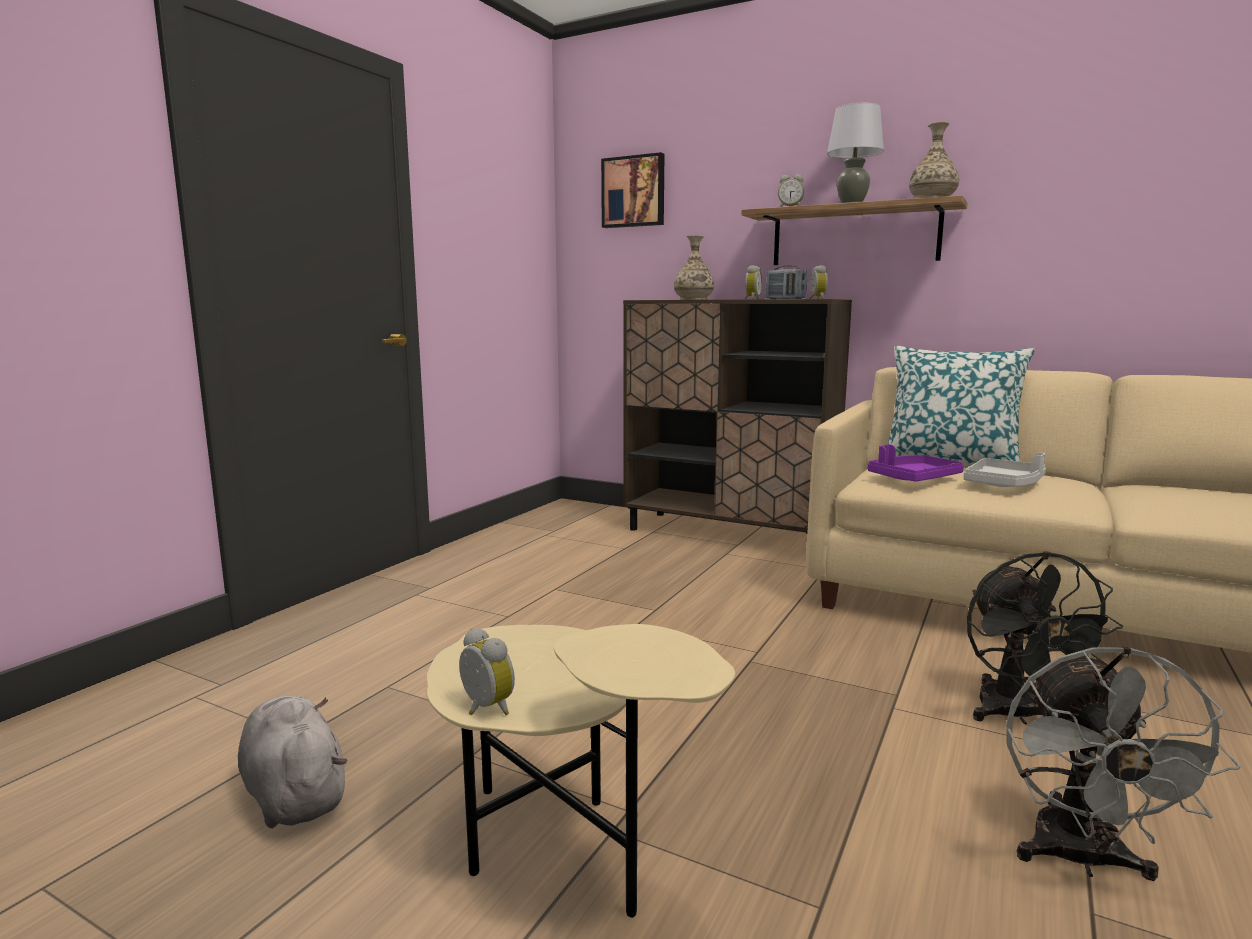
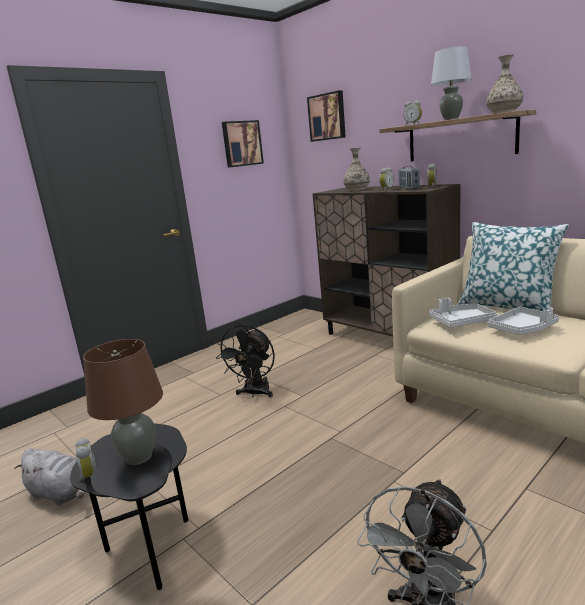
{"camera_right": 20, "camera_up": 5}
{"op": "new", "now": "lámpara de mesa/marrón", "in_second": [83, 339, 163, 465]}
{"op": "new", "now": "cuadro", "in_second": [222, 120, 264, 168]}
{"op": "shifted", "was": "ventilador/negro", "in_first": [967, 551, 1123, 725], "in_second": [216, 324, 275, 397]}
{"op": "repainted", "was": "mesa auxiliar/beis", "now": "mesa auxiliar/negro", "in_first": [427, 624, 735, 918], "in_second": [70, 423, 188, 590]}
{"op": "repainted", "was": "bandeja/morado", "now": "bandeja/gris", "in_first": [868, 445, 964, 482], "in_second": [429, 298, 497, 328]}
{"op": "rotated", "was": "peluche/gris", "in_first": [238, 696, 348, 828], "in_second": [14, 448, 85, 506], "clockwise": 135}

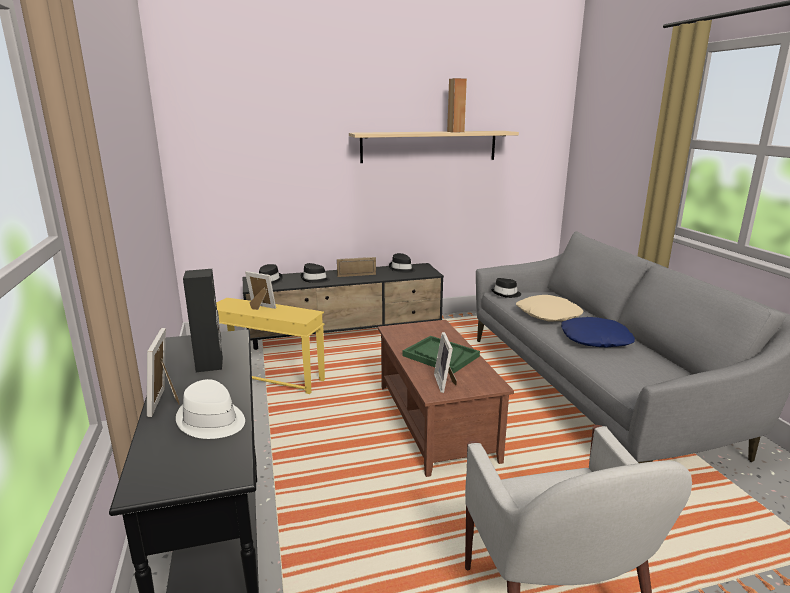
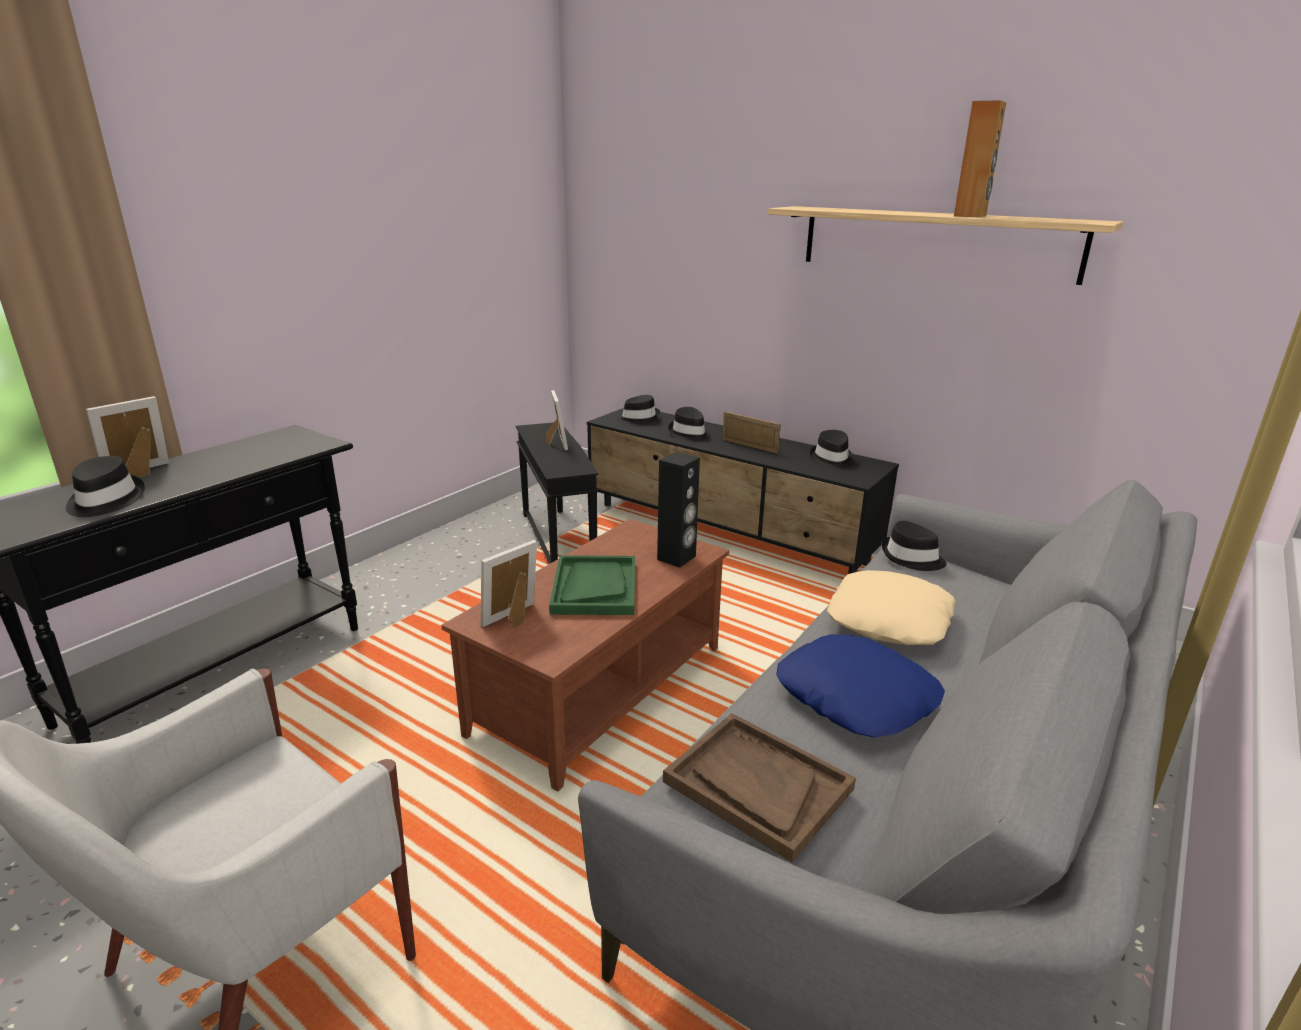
{"camera_right": 50, "camera_up": 5}
{"op": "new", "now": "bandeja/marrón", "in_second": [663, 713, 856, 862]}
{"op": "shifted", "was": "altavoz/negro", "in_first": [183, 269, 223, 372], "in_second": [657, 452, 700, 568]}
{"op": "repainted", "was": "sombrero/blanco", "now": "sombrero/negro", "in_first": [176, 379, 245, 439], "in_second": [66, 456, 145, 517]}
{"op": "repainted", "was": "mesa auxiliar/amarillo", "now": "mesa auxiliar/negro", "in_first": [216, 298, 325, 394], "in_second": [516, 422, 599, 564]}

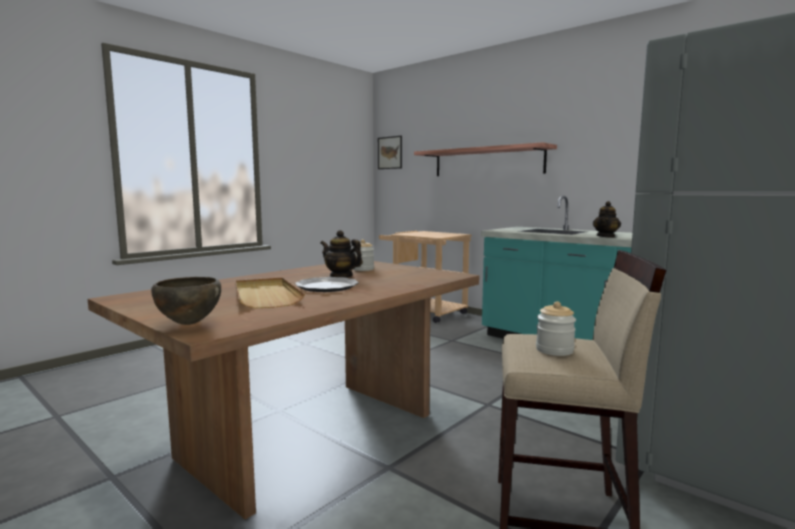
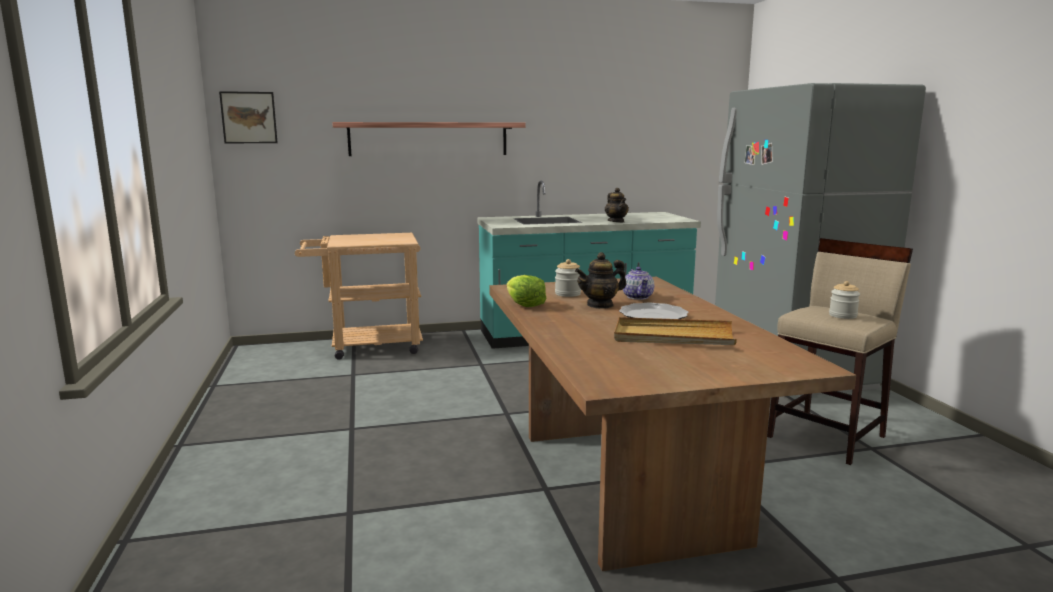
{"camera_right": -55, "camera_up": 5}
{"op": "gone", "was": "cuenco/marrón", "in_first": [151, 277, 221, 325]}
{"op": "new", "now": "lechuga", "in_second": [507, 275, 546, 307]}
{"op": "new", "now": "tetera", "in_second": [623, 267, 654, 300]}

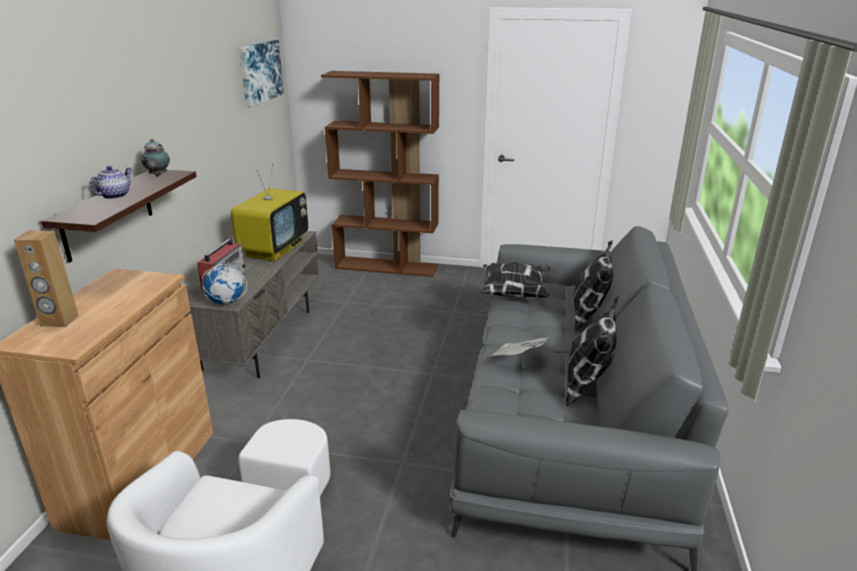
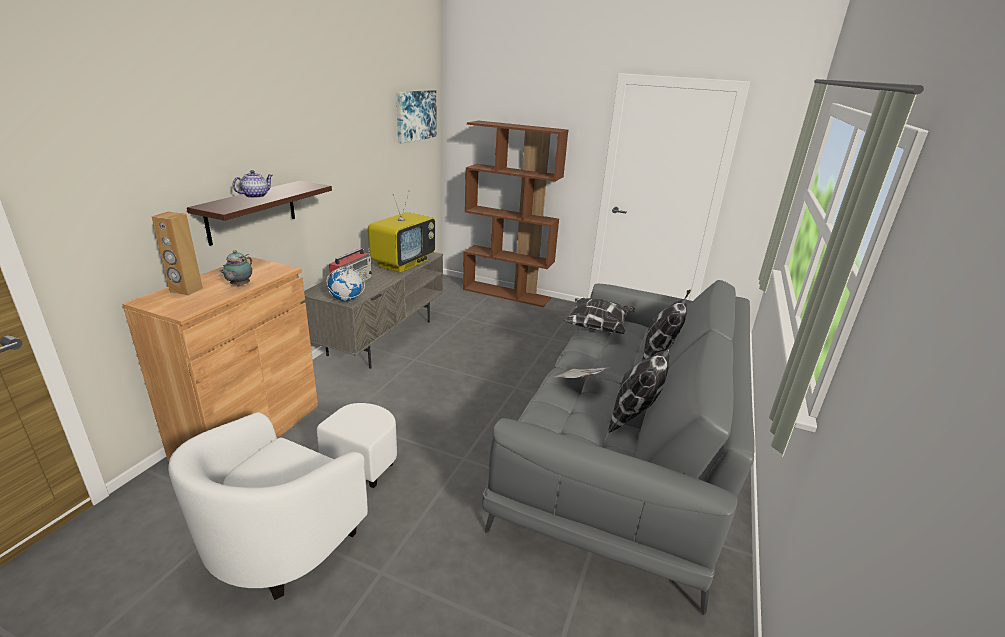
{"camera_right": 10, "camera_up": 0}
{"op": "shifted", "was": "tetera", "in_first": [141, 139, 170, 177], "in_second": [219, 250, 252, 287]}

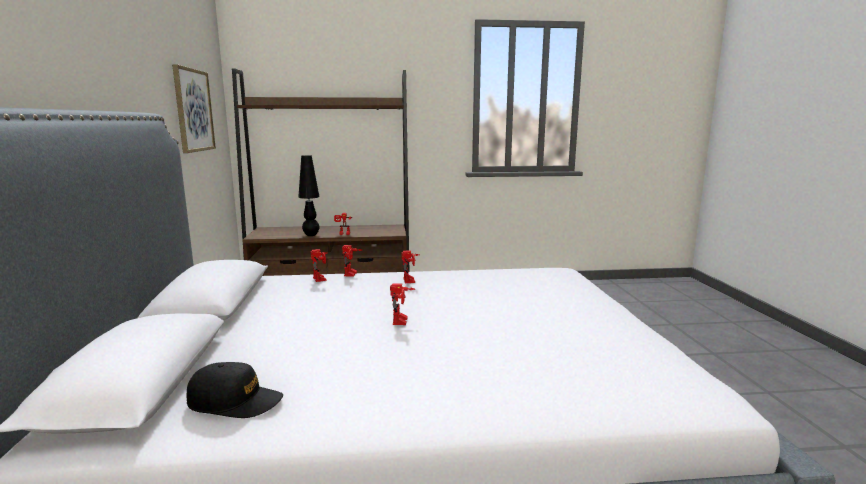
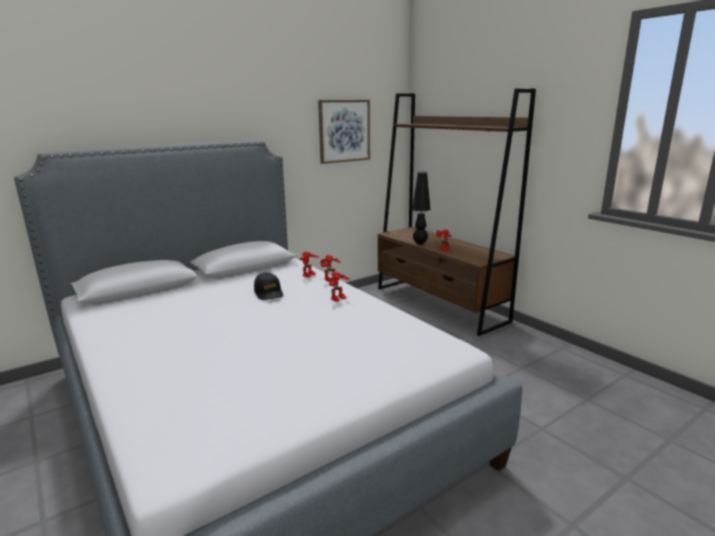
{"camera_right": 60, "camera_up": 5}
{"op": "gone", "was": "robot de juguete", "in_first": [390, 283, 415, 325]}
{"op": "shifted", "was": "gorra/negro", "in_first": [187, 362, 283, 418], "in_second": [254, 272, 283, 300]}

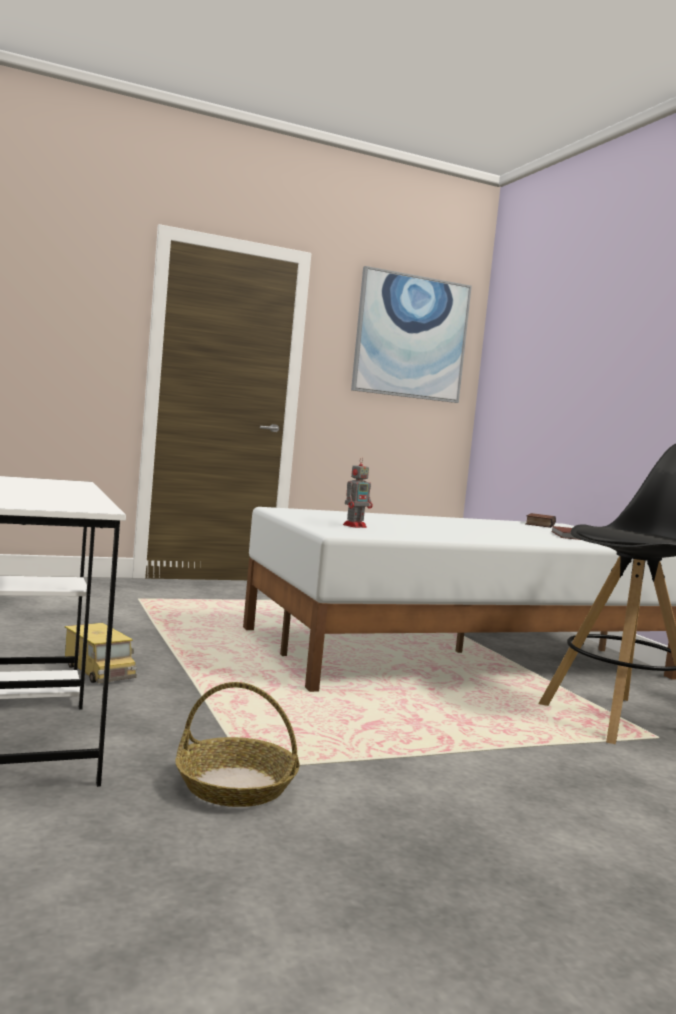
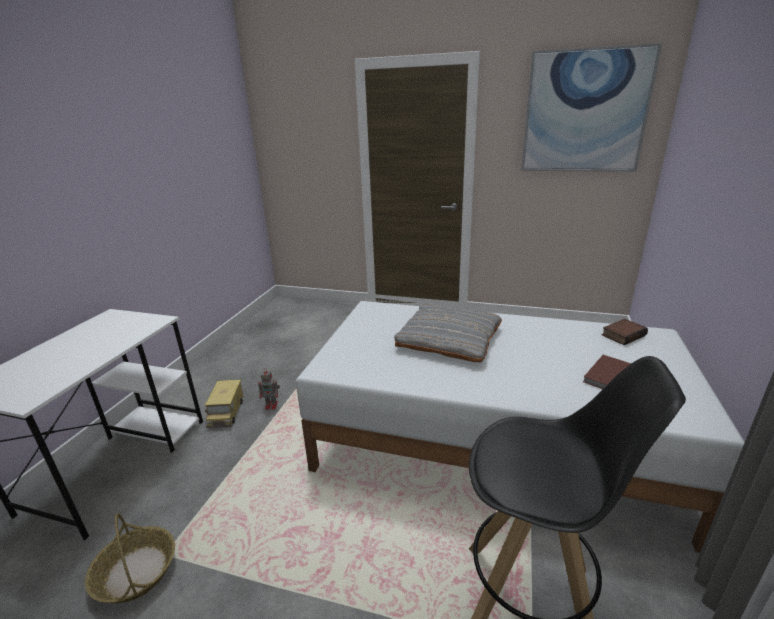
{"camera_right": 40, "camera_up": 20}
{"op": "new", "now": "cojín/gris", "in_second": [394, 303, 502, 362]}
{"op": "shifted", "was": "robot de juguete", "in_first": [343, 457, 373, 528], "in_second": [258, 369, 280, 410]}

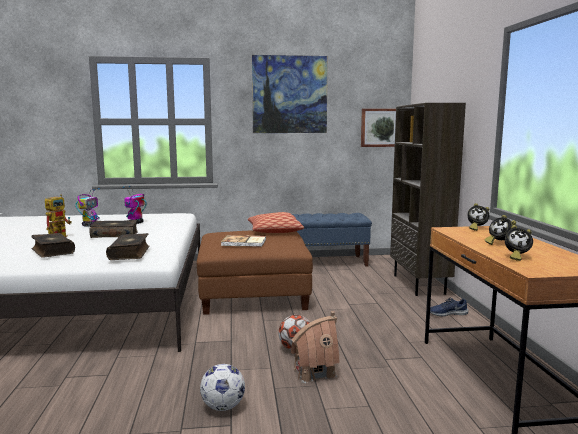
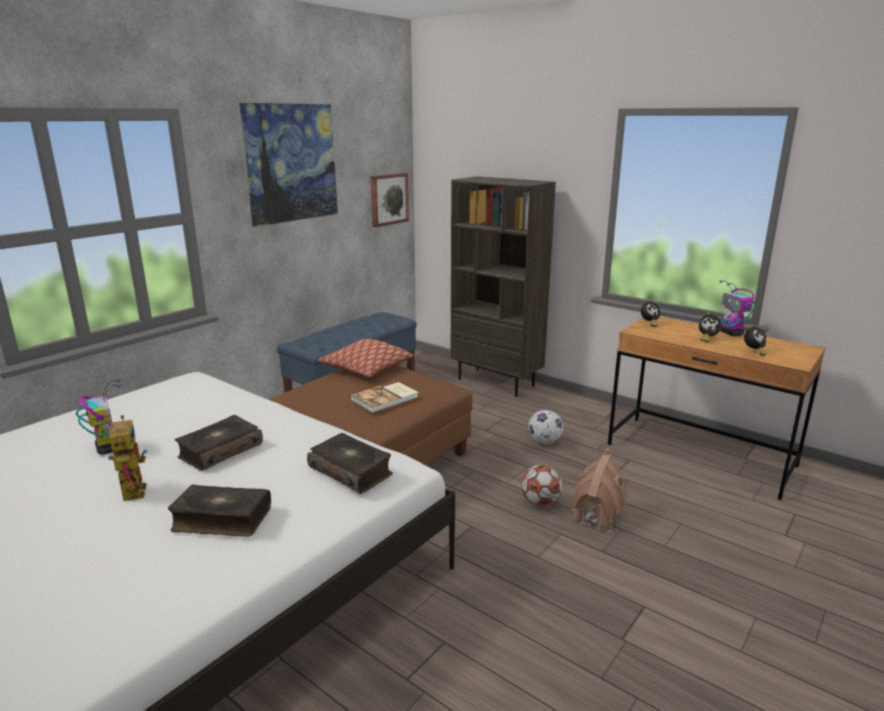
{"camera_right": -45, "camera_up": 10}
{"op": "gone", "was": "zapato/azul", "in_first": [430, 297, 468, 317]}
{"op": "shifted", "was": "robot de juguete", "in_first": [123, 186, 146, 224], "in_second": [719, 280, 755, 336]}
{"op": "shifted", "was": "balón de fútbol", "in_first": [200, 364, 245, 411], "in_second": [528, 410, 563, 444]}

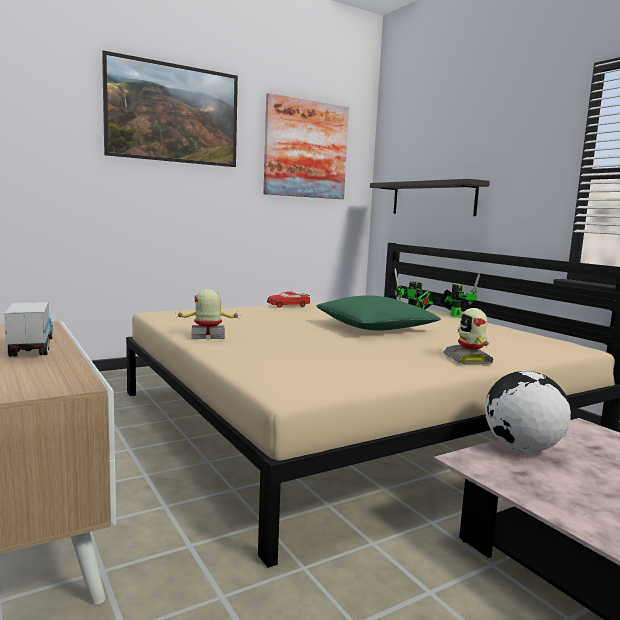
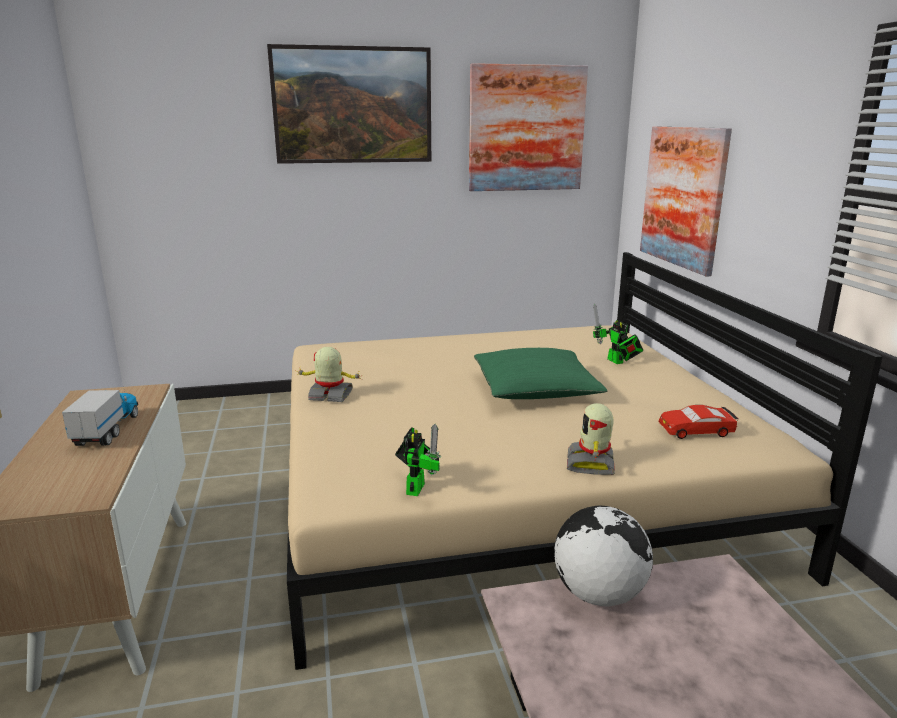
{"camera_right": 20, "camera_up": 10}
{"op": "shifted", "was": "coche de juguete/rojo", "in_first": [267, 292, 310, 308], "in_second": [659, 405, 738, 439]}
{"op": "shifted", "was": "robot de juguete", "in_first": [438, 273, 480, 318], "in_second": [395, 424, 441, 496]}
{"op": "swapped", "was": "estante", "now": "cuadro", "in_first": [370, 179, 490, 216], "in_second": [640, 127, 732, 277]}

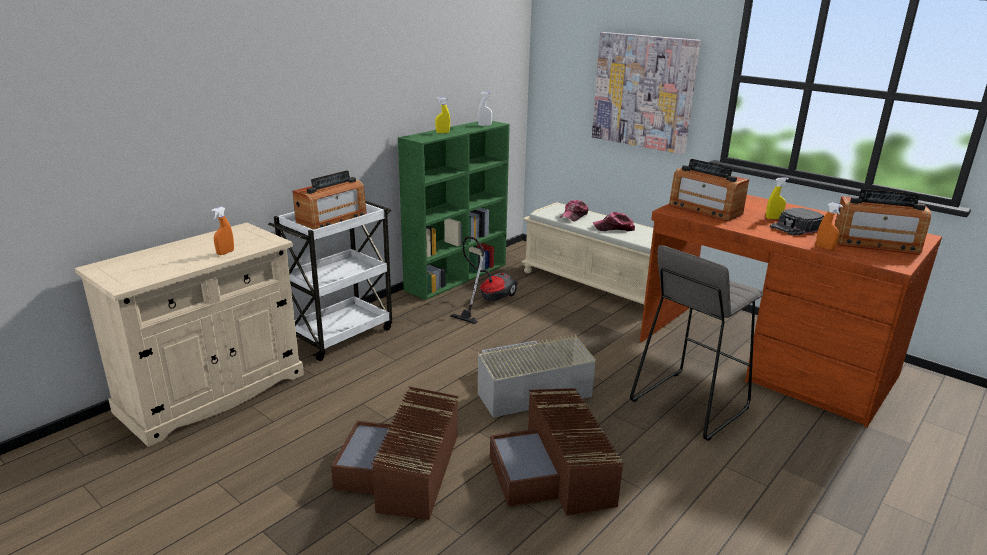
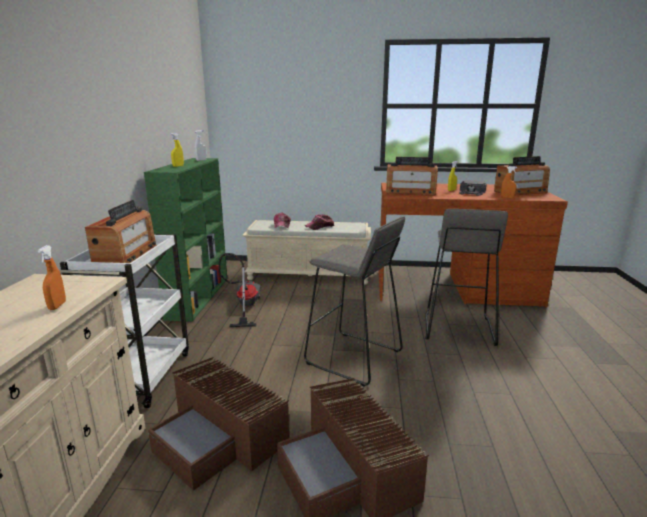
{"camera_right": -35, "camera_up": -5}
{"op": "gone", "was": "cuadro", "in_first": [592, 32, 700, 154]}
{"op": "shifted", "was": "caja de almacenaje/marrón", "in_first": [490, 388, 624, 516], "in_second": [148, 357, 289, 491]}
{"op": "swapped", "was": "caja de almacenaje/gris", "now": "taburete/gris", "in_first": [478, 335, 596, 418], "in_second": [304, 216, 405, 387]}

